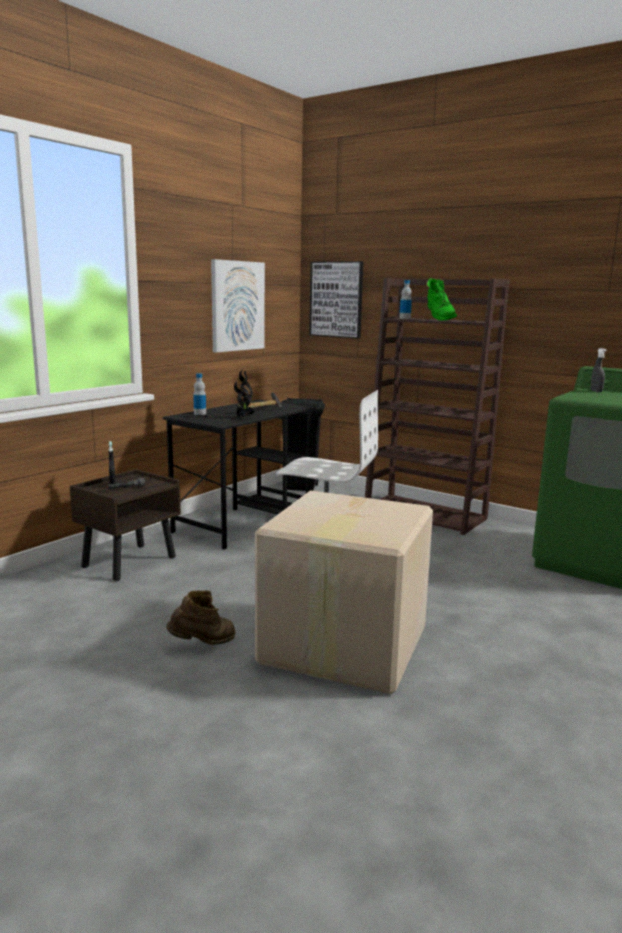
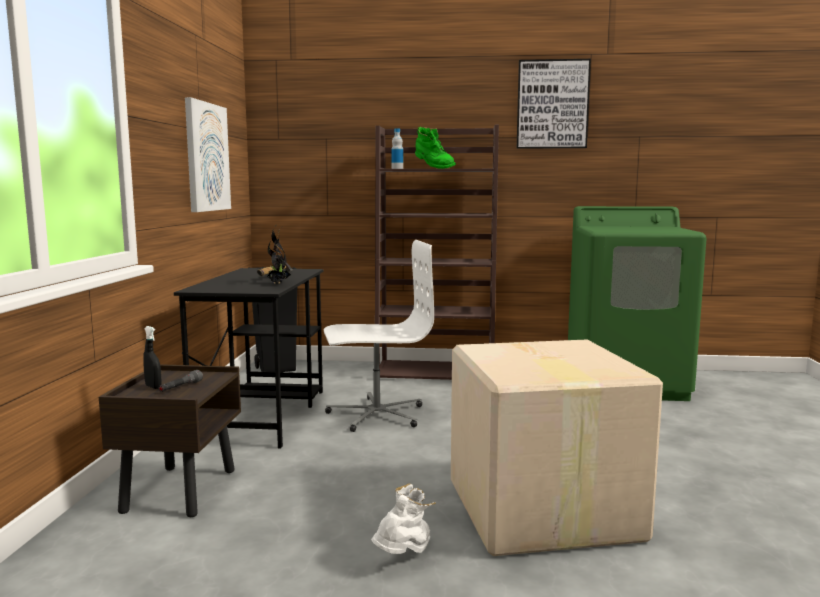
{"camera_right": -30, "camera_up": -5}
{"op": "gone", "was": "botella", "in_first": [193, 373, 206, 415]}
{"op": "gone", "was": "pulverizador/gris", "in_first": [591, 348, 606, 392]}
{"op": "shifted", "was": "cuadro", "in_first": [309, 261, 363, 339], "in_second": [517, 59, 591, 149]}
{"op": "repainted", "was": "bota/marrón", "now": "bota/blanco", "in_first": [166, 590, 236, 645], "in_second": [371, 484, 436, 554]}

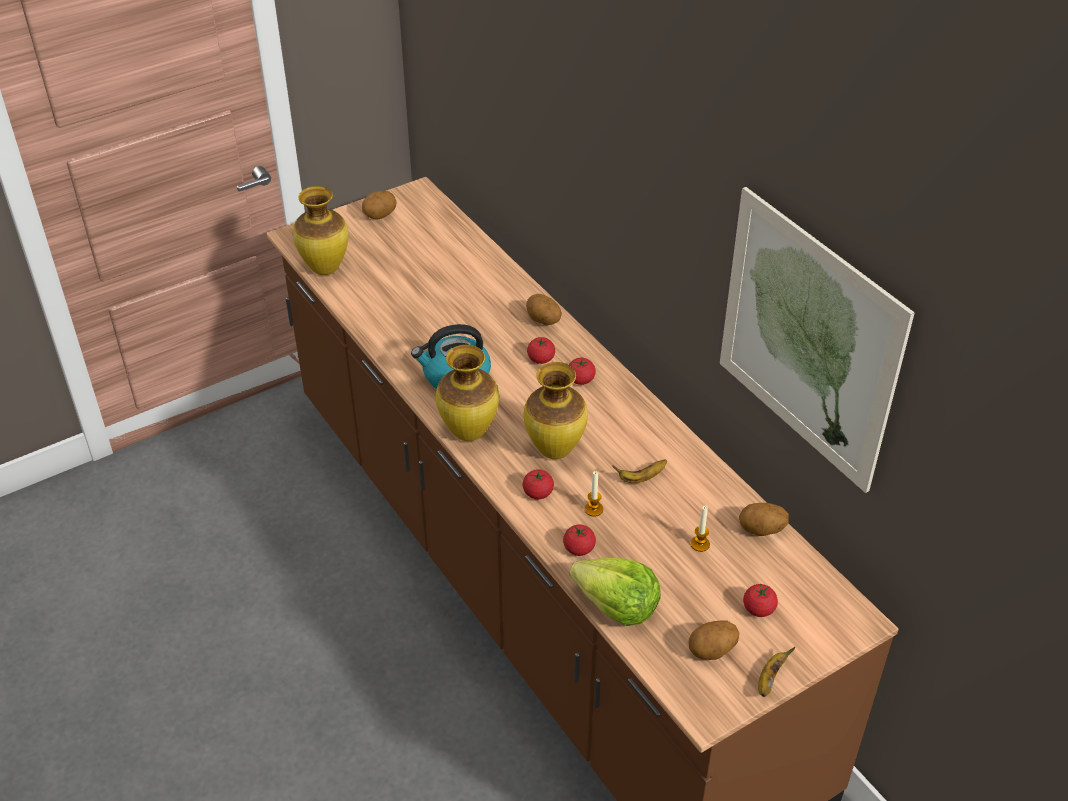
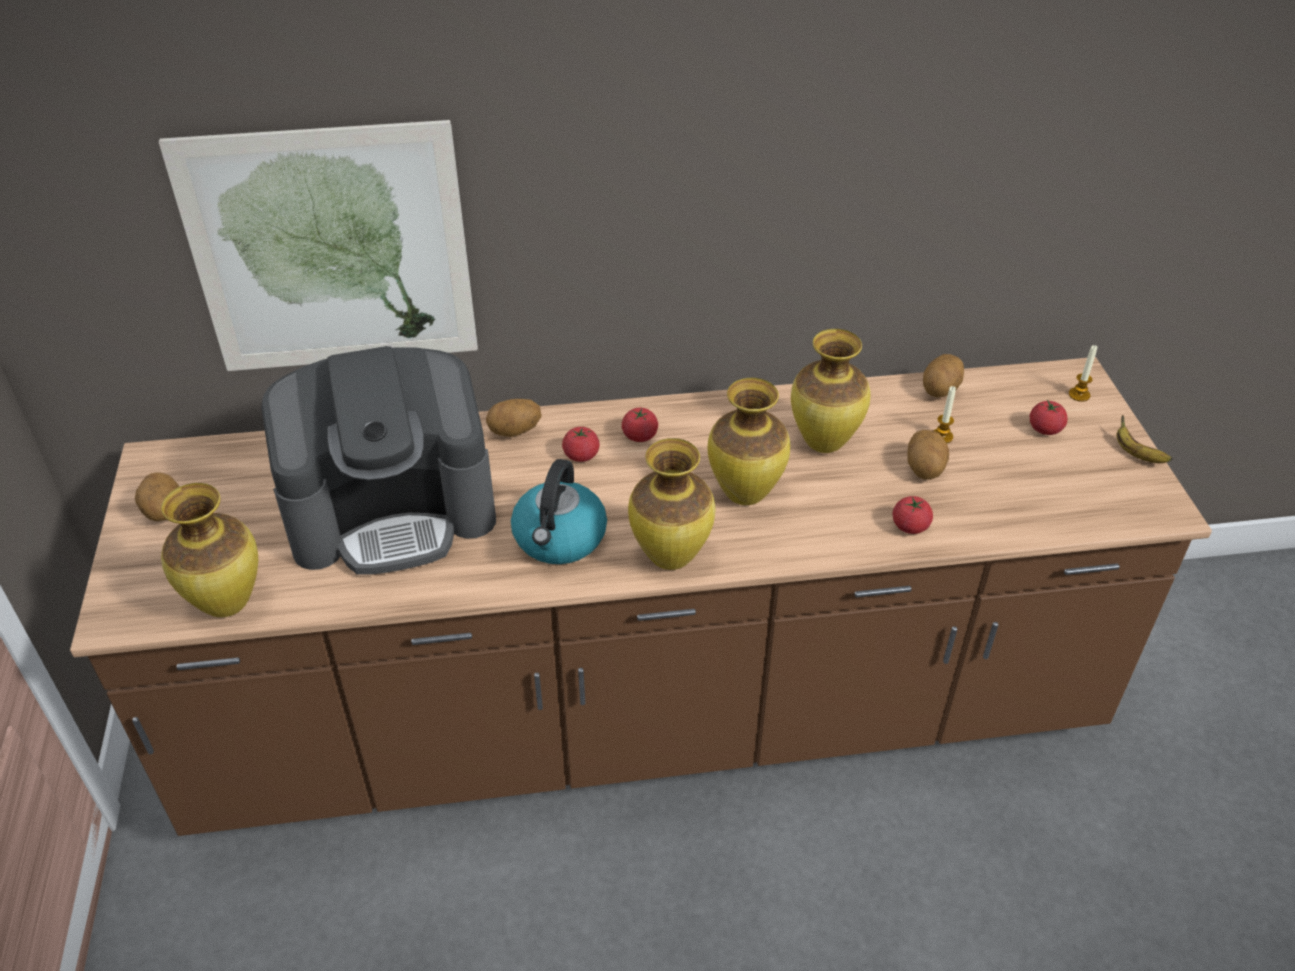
{"camera_right": -65, "camera_up": 0}
{"op": "gone", "was": "tomate", "in_first": [523, 469, 554, 499]}
{"op": "gone", "was": "lechuga", "in_first": [569, 558, 661, 626]}
{"op": "new", "now": "cafetera", "in_second": [261, 346, 496, 575]}
{"op": "shifted", "was": "vela", "in_first": [585, 471, 603, 517], "in_second": [1069, 345, 1097, 402]}
{"op": "shifted", "was": "patata", "in_first": [688, 621, 739, 660], "in_second": [907, 430, 949, 480]}
{"op": "shifted", "was": "cuadro", "in_first": [720, 187, 914, 493], "in_second": [159, 120, 478, 371]}
{"op": "swapped", "was": "plátano", "now": "florero", "in_first": [612, 459, 667, 483], "in_second": [791, 329, 870, 453]}

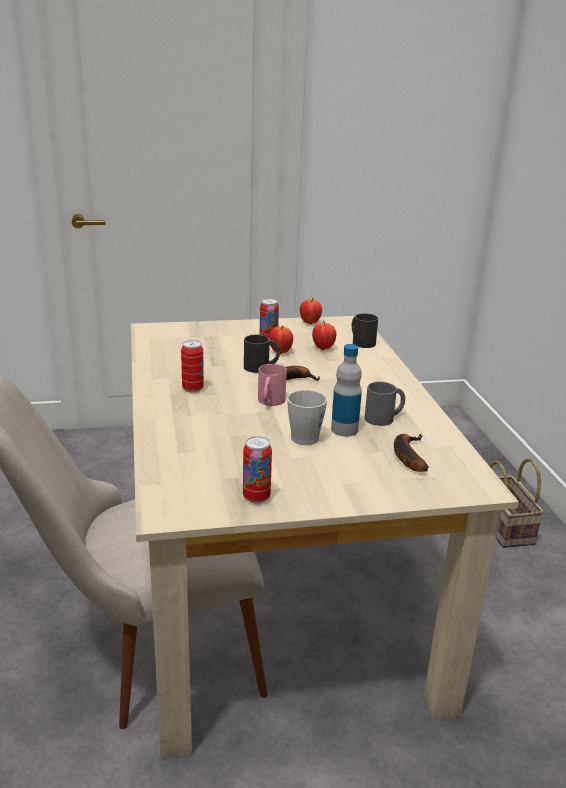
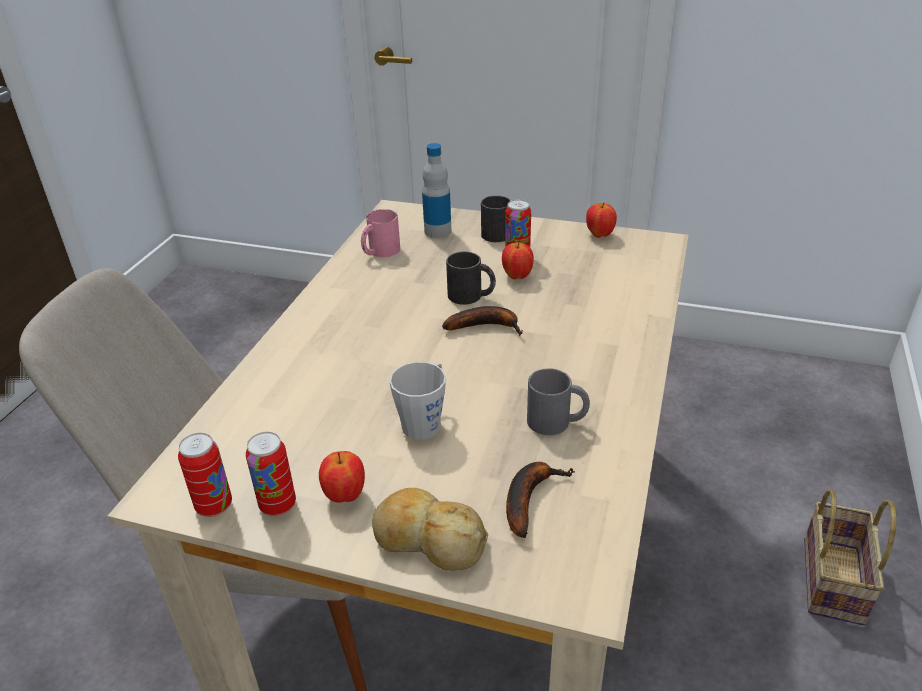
{"camera_right": 30, "camera_up": 10}
{"op": "new", "now": "pan", "in_second": [372, 488, 488, 571]}
{"op": "shifted", "was": "lata", "in_first": [181, 340, 204, 393], "in_second": [178, 433, 232, 517]}
{"op": "shifted", "was": "taza grande/rosa", "in_first": [258, 364, 287, 406], "in_second": [361, 209, 400, 257]}
{"op": "shifted", "was": "manzana", "in_first": [312, 321, 336, 350], "in_second": [319, 451, 365, 503]}
{"op": "shifted", "was": "botella", "in_first": [331, 344, 362, 437], "in_second": [422, 143, 451, 238]}
{"op": "shifted", "was": "taza grande/negro", "in_first": [352, 313, 378, 348], "in_second": [481, 195, 511, 242]}

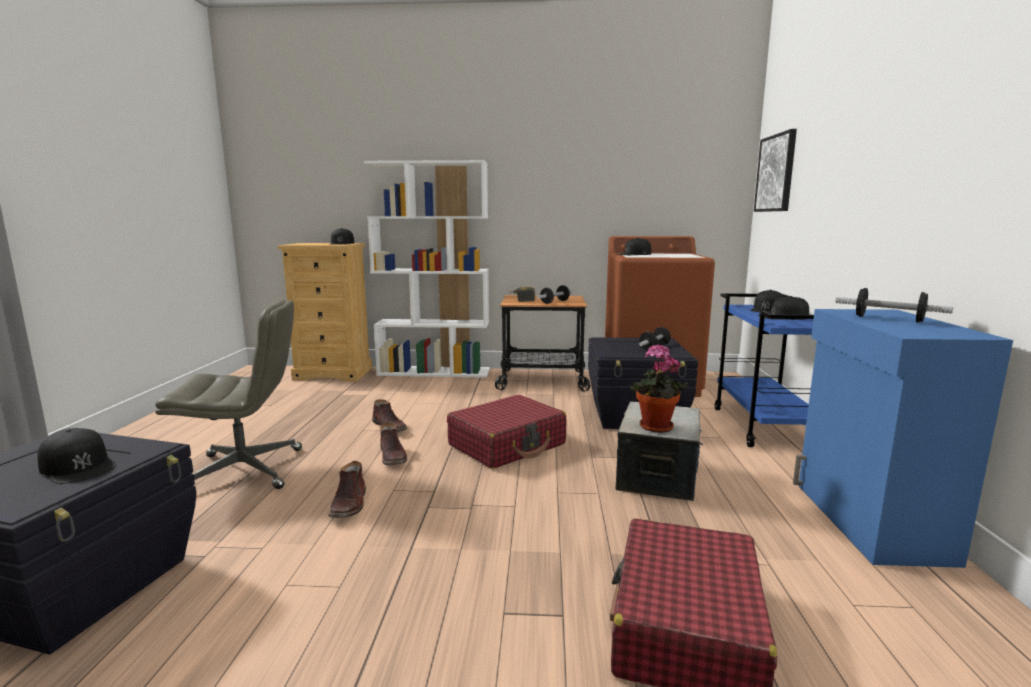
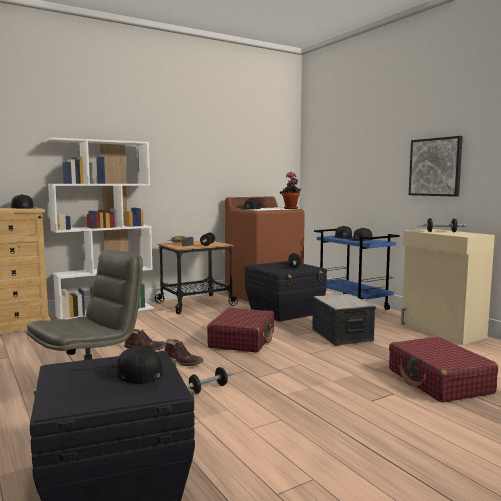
{"camera_right": -35, "camera_up": -5}
{"op": "shifted", "was": "planta en maceta", "in_first": [630, 344, 688, 433], "in_second": [280, 172, 301, 209]}
{"op": "shifted", "was": "cuadro", "in_first": [754, 129, 797, 212], "in_second": [409, 136, 463, 197]}
{"op": "swapped", "was": "bota/marrón", "now": "mancuerna", "in_first": [329, 461, 366, 518], "in_second": [186, 367, 235, 394]}
{"op": "repainted", "was": "armario/azul", "now": "armario/beis", "in_first": [793, 309, 1013, 568], "in_second": [401, 229, 495, 345]}
{"op": "rotated", "was": "gorra/negro", "in_first": [37, 428, 116, 484], "in_second": [105, 347, 163, 384], "clockwise": -150}

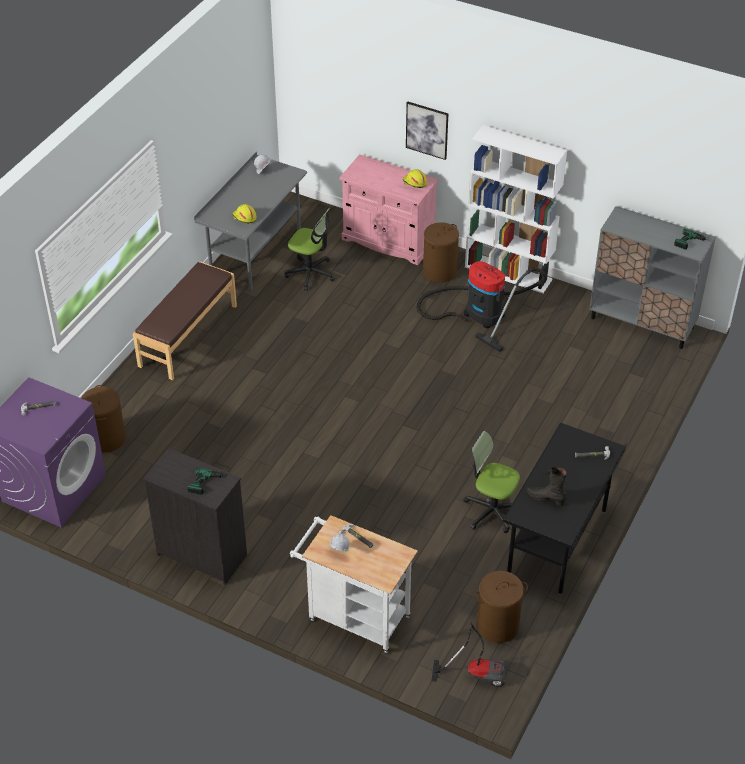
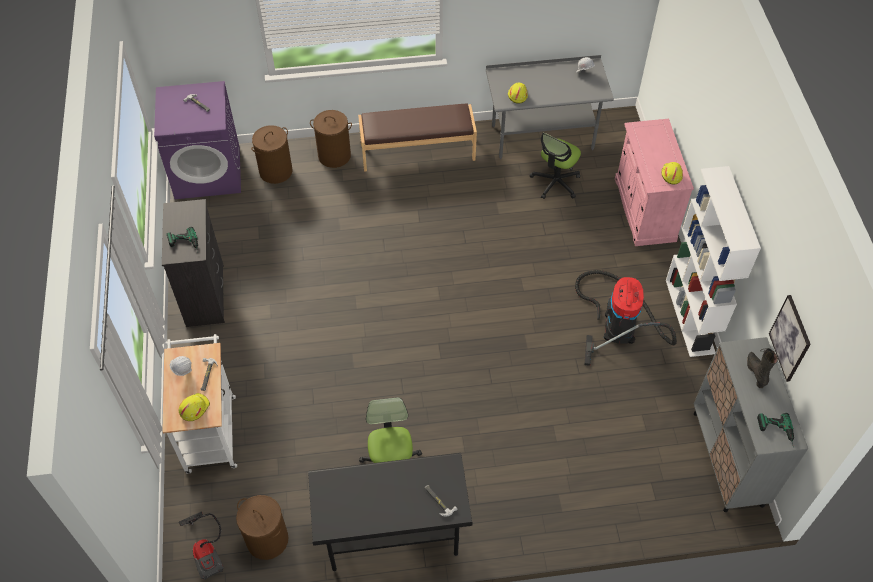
{"camera_right": 55, "camera_up": 10}
{"op": "new", "now": "casco/amarillo", "in_second": [179, 393, 210, 421]}
{"op": "shifted", "was": "cuadro", "in_first": [406, 102, 448, 160], "in_second": [769, 295, 811, 382]}
{"op": "shifted", "was": "cesto de la ropa/marrón", "in_first": [423, 222, 459, 283], "in_second": [310, 110, 352, 168]}
{"op": "shifted", "was": "bota/negro", "in_first": [526, 467, 567, 506], "in_second": [747, 348, 778, 388]}
{"op": "rotated", "was": "silla de oficina", "in_first": [285, 208, 335, 291], "in_second": [530, 133, 581, 199], "clockwise": 45}

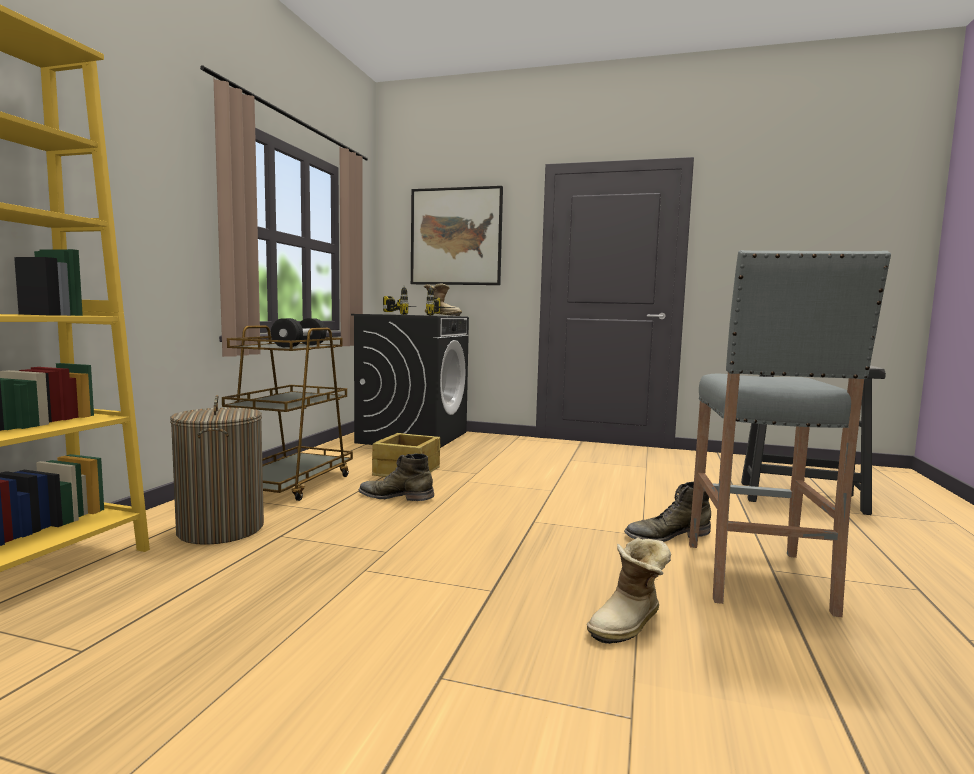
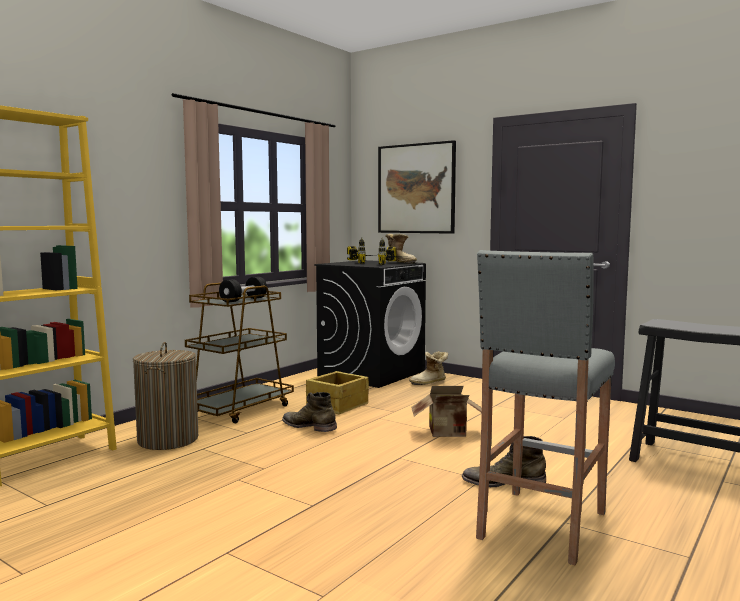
{"camera_right": 20, "camera_up": 0}
{"op": "new", "now": "caja de cartón", "in_second": [411, 386, 482, 437]}
{"op": "shifted", "was": "bota", "in_first": [587, 537, 671, 644], "in_second": [409, 351, 448, 385]}

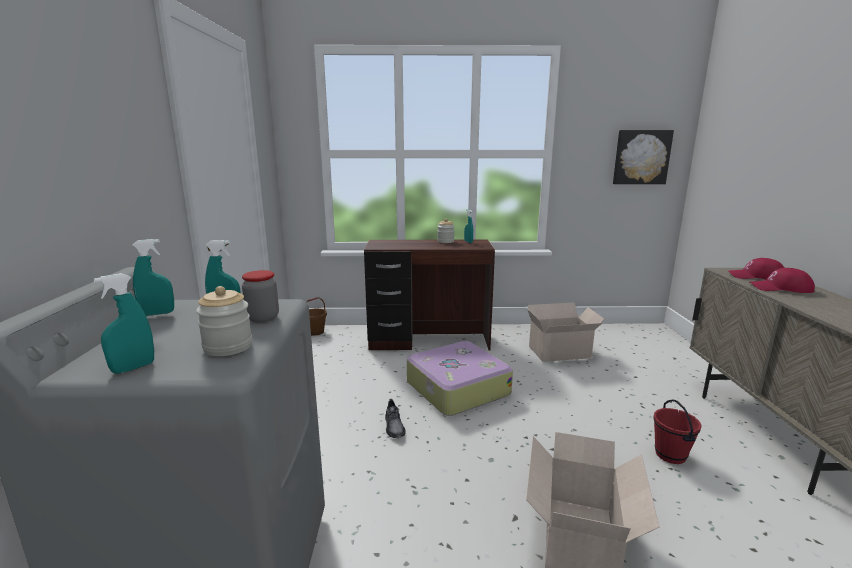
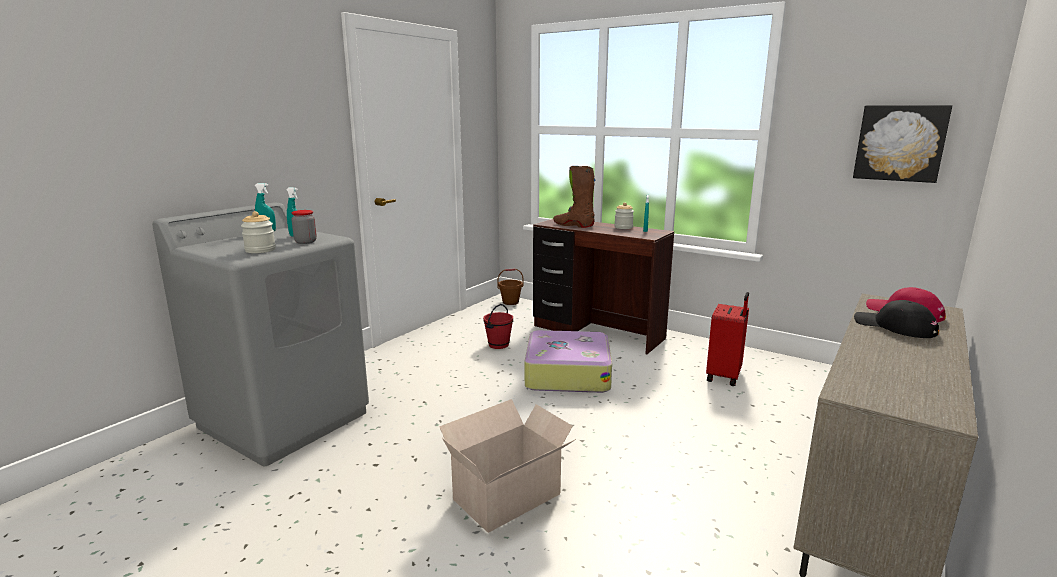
{"camera_right": 35, "camera_up": 0}
{"op": "gone", "was": "pulverizador/turquesa", "in_first": [94, 273, 154, 374]}
{"op": "gone", "was": "zapato/gris", "in_first": [385, 399, 406, 438]}
{"op": "new", "now": "bota/marrón", "in_second": [553, 166, 596, 228]}
{"op": "shifted", "was": "cubo/rojo", "in_first": [653, 399, 701, 464], "in_second": [483, 304, 513, 349]}
{"op": "swapped", "was": "caja de cartón", "now": "maleta/rojo", "in_first": [527, 302, 604, 362], "in_second": [706, 292, 749, 386]}
{"op": "repainted", "was": "gorra/rojo", "now": "gorra/negro", "in_first": [749, 268, 815, 293], "in_second": [854, 300, 939, 338]}

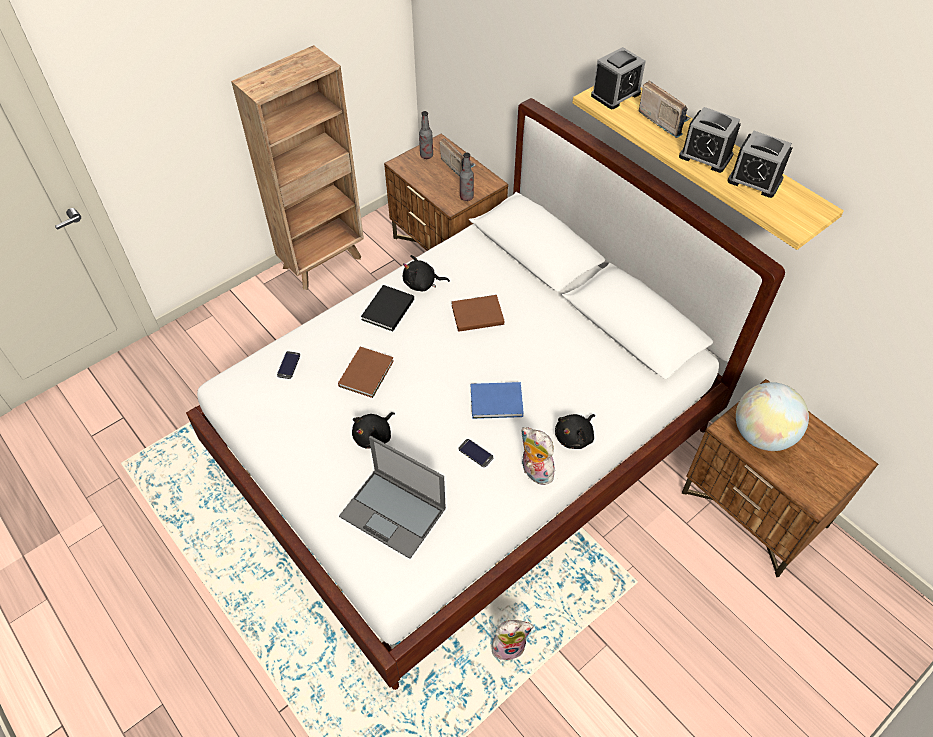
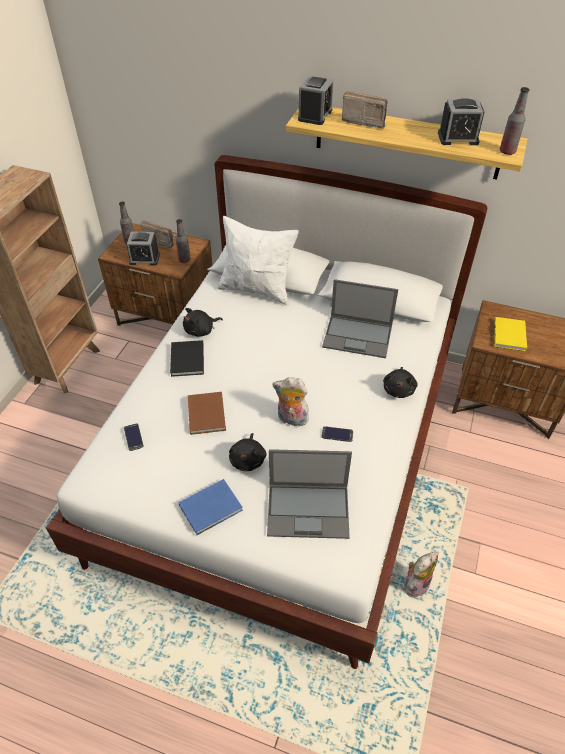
{"camera_right": -30, "camera_up": -5}
{"op": "gone", "was": "libro/marrón", "in_first": [451, 295, 504, 332]}
{"op": "new", "now": "cojín/blanco", "in_second": [217, 216, 299, 306]}
{"op": "new", "now": "portátil", "in_second": [322, 279, 398, 358]}
{"op": "new", "now": "botella", "in_second": [500, 87, 530, 155]}
{"op": "shifted", "was": "libro/azul", "in_first": [471, 382, 524, 419], "in_second": [178, 479, 243, 535]}
{"op": "shifted", "was": "peluche", "in_first": [522, 427, 558, 485], "in_second": [272, 377, 309, 426]}
{"op": "shifted", "was": "despertador", "in_first": [679, 107, 741, 173], "in_second": [126, 232, 160, 265]}
{"op": "swapped", "was": "globo terráqueo", "now": "libro/amarillo", "in_first": [736, 382, 809, 451], "in_second": [494, 317, 527, 351]}

